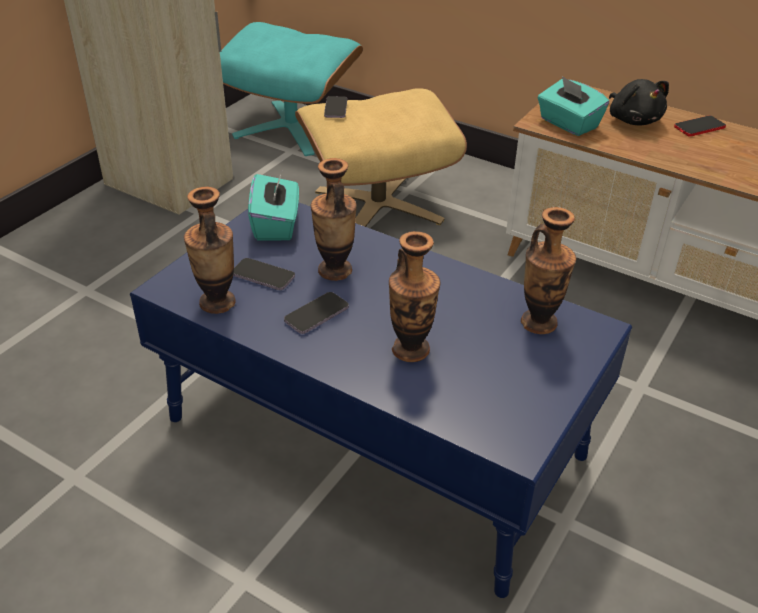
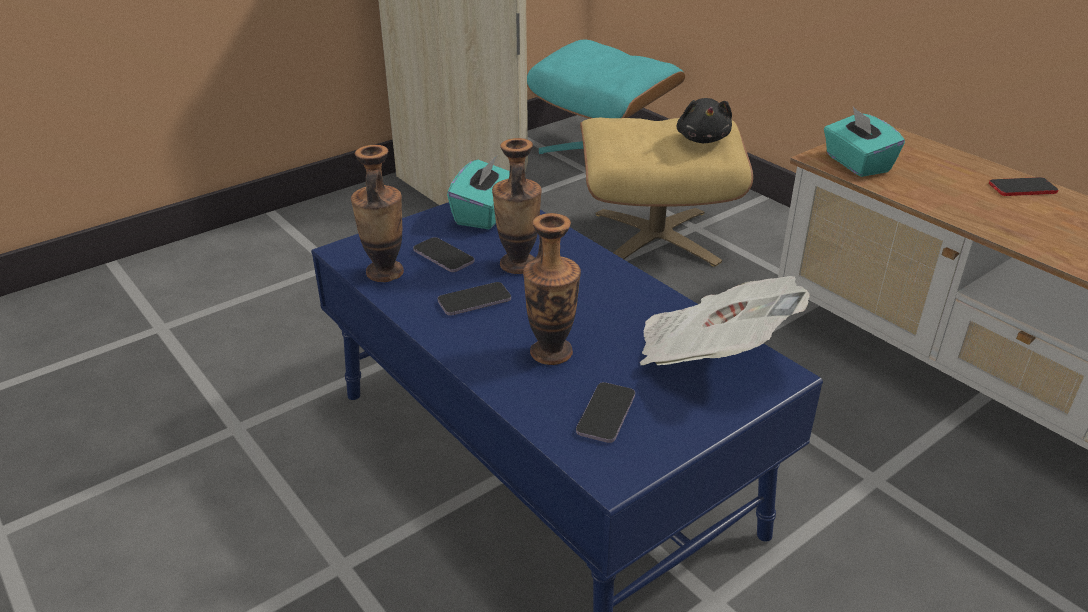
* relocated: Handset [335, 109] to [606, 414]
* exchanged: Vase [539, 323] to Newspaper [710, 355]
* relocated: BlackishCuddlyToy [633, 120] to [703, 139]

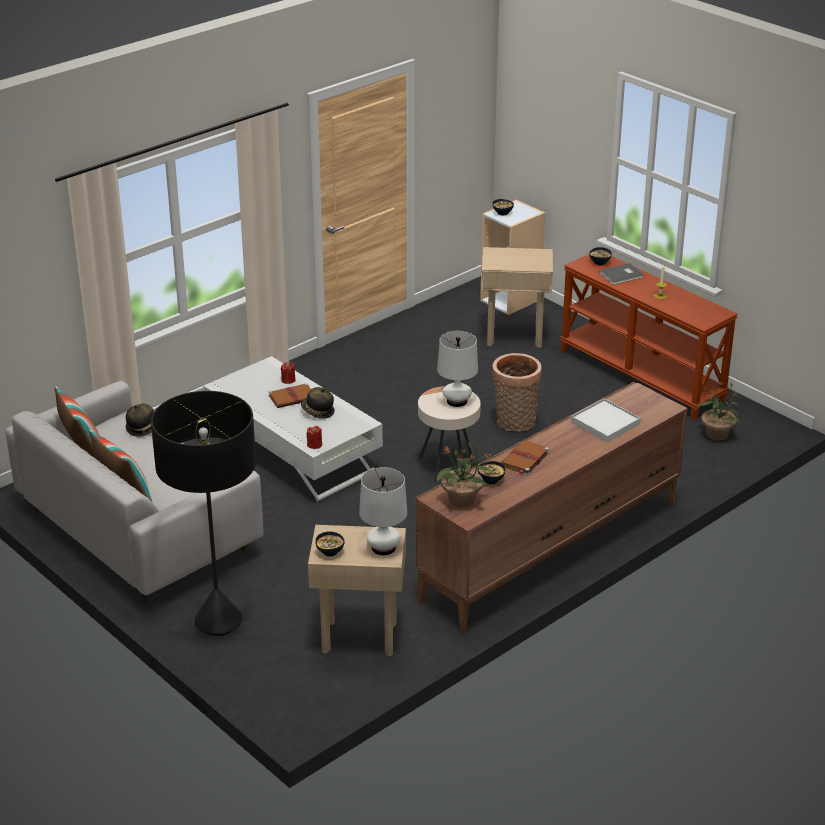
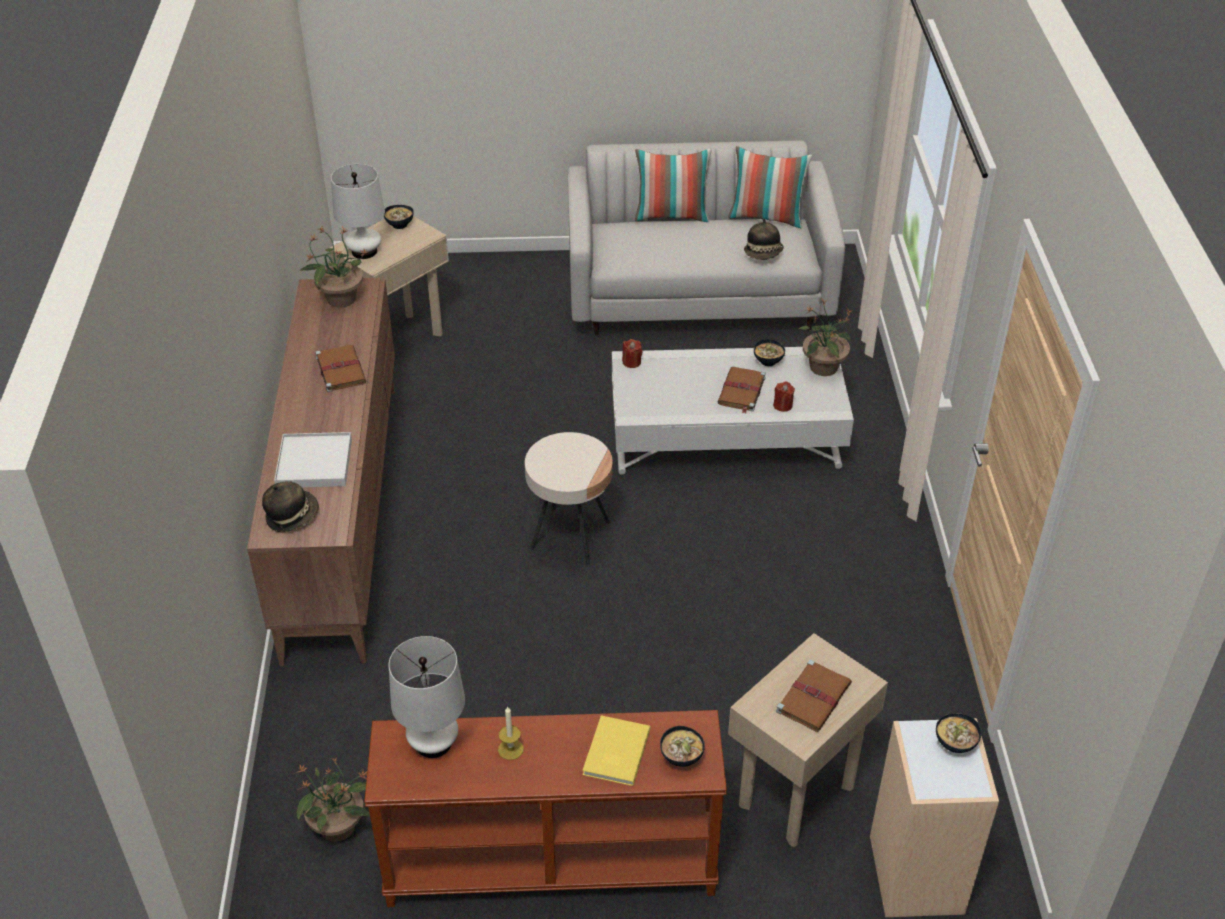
* missing: BlackishStandardLamp [218, 624]
* relocated: ClothingHat [317, 412] to [292, 516]
* relocated: WhitishLampForATable [457, 401] to [433, 743]
* relocated: DeepDish [490, 480] to [768, 361]
* missing: HouseholdBasket [514, 423]
* colour: GreyishBoundBook [622, 275] to YellowishBoundBook [614, 753]
* appeared: BrownishBoundBook [814, 697]
* appeared: PlantInAPot [823, 368]

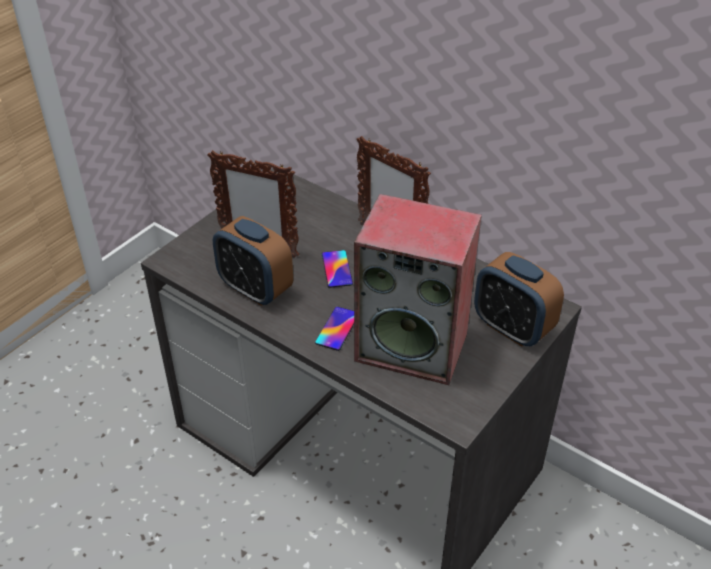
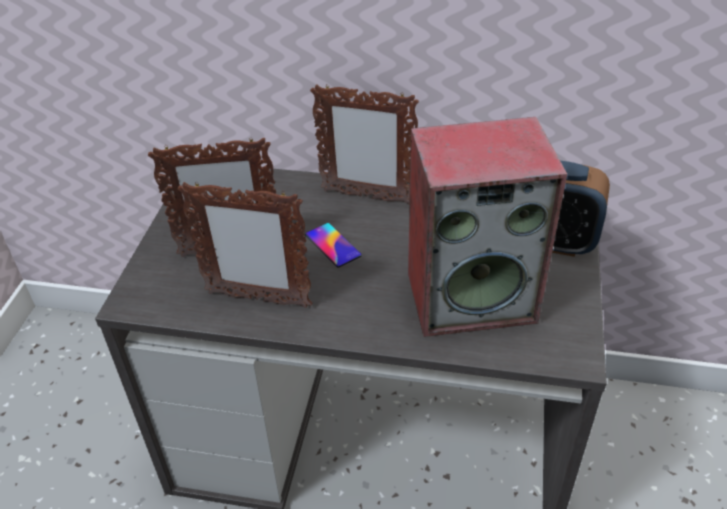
* exchanged: BedsideClock [255, 289] to PhotoFrame [257, 299]
* missing: Handset [337, 328]

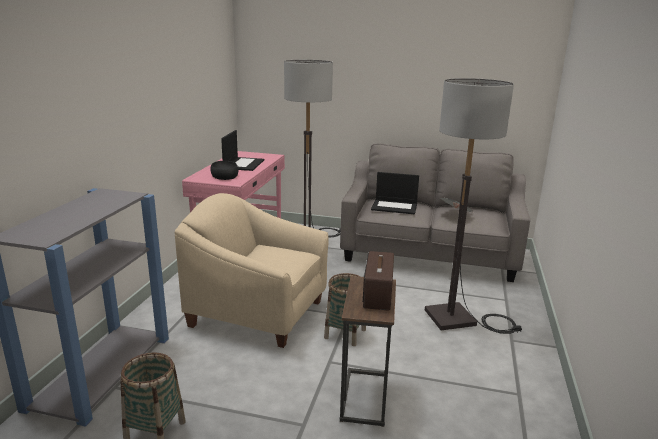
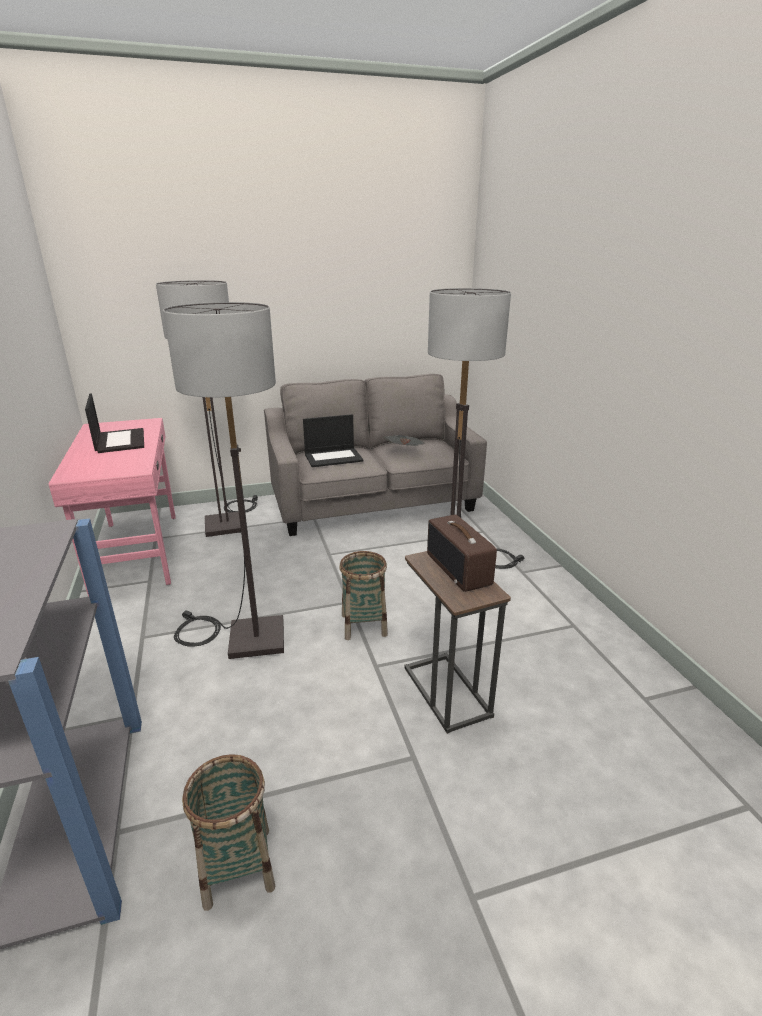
* exchanged: SandColouredLoungeChair [258, 313] to StandardLamp [239, 637]
* missing: BlackishDeepDish [225, 175]

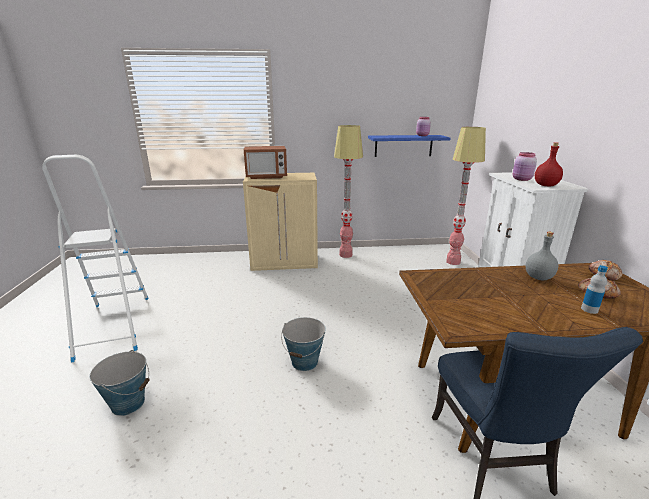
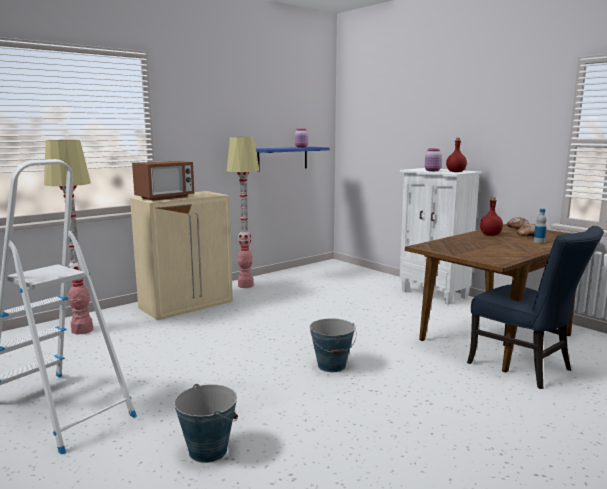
* relocated: StandardLamp [453, 262] to [82, 330]
* colour: GreyishDrinkBottle [539, 278] to RedColouredDrinkBottle [490, 235]

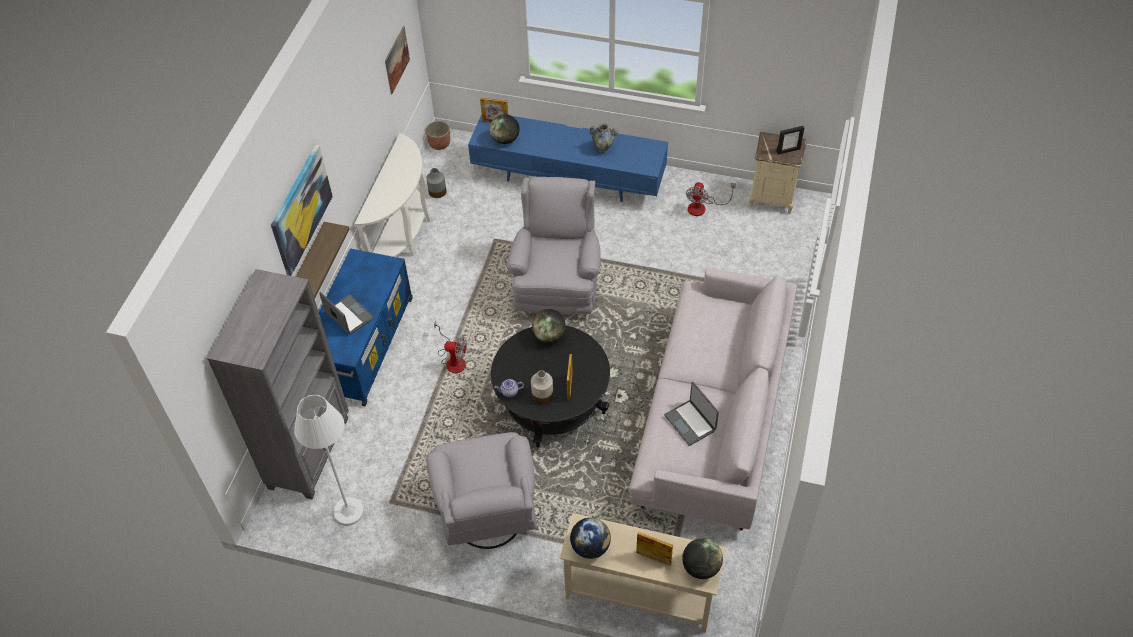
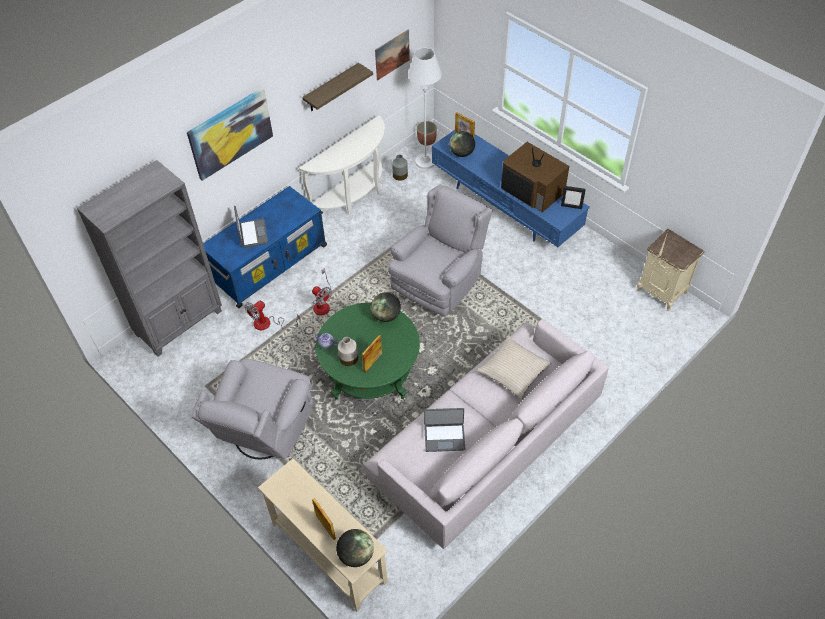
* relocated: WhitishStandardLamp [348, 512] to [425, 162]
* relocated: Shelf [309, 264] to [331, 88]
* colour: BlackishLoungeTable [552, 402] to GreenishLoungeTable [370, 370]
* missing: Globe [590, 547]
* exchanged: Vase [603, 149] to Television [532, 191]
* spun: Laptop [690, 422] = [444, 437] 90 degrees counterclockwise
* relocated: ElectricFan [702, 207] to [268, 324]
* relocated: PhotoFrame [788, 150] to [571, 206]
* appeared: SandColouredThrowPillow [513, 371]

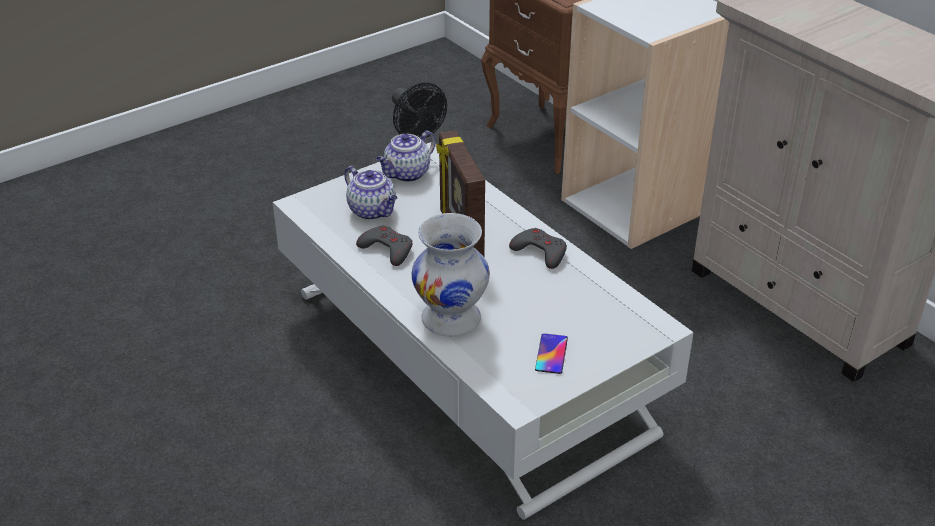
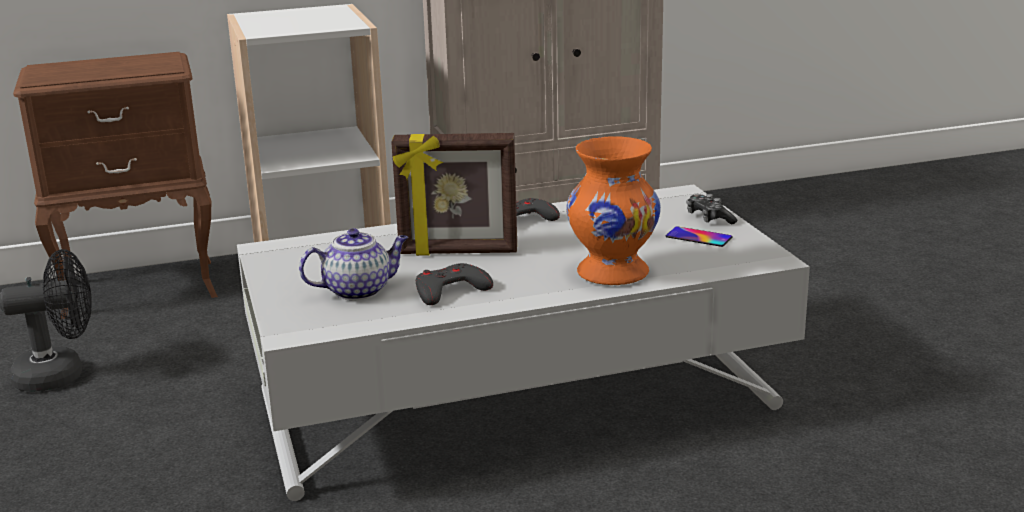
* missing: TeaPot [407, 174]
* colour: WhitishVase [452, 318] to OrangeyVase [613, 272]
* appeared: Joypad [709, 218]

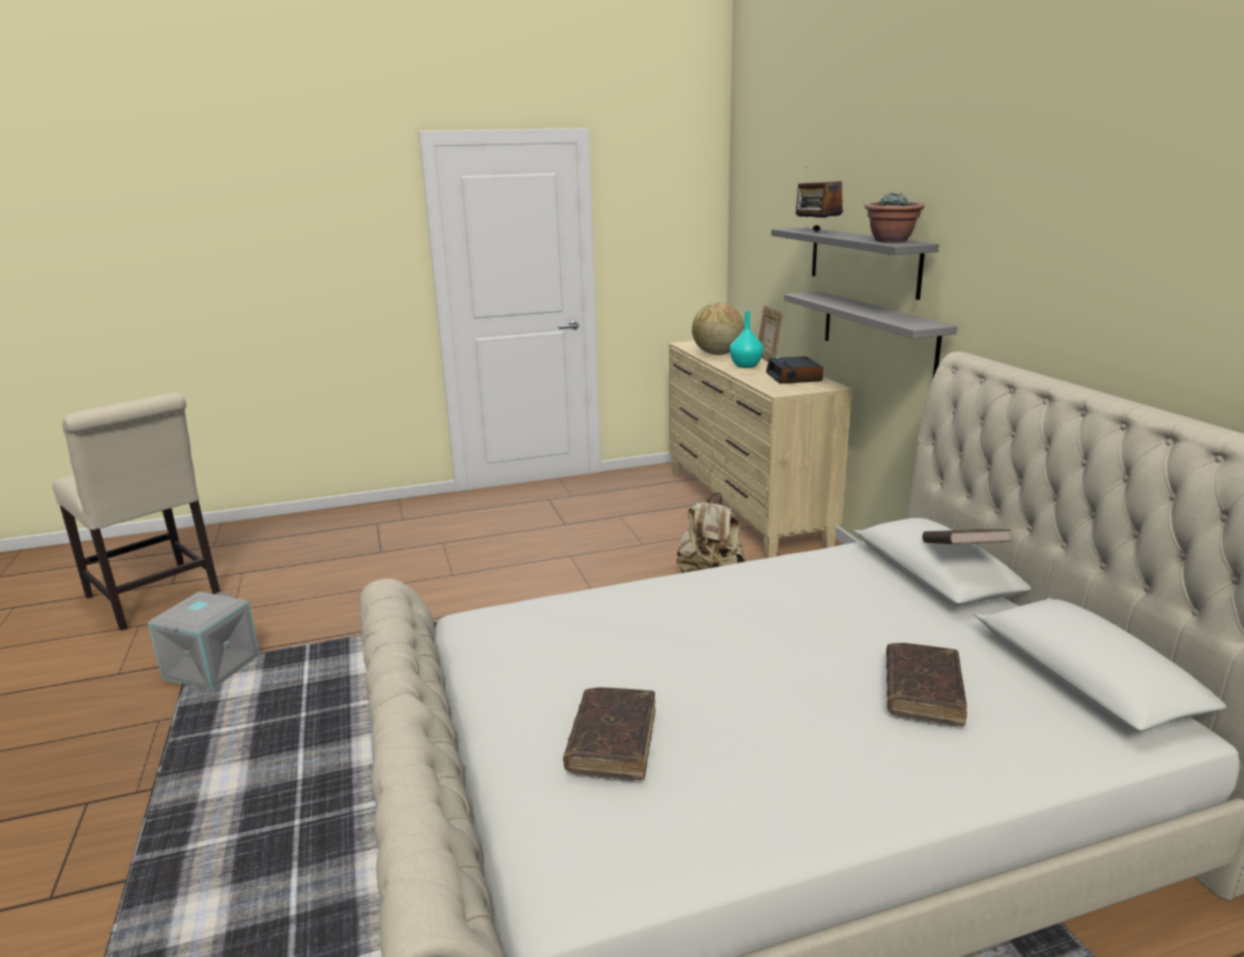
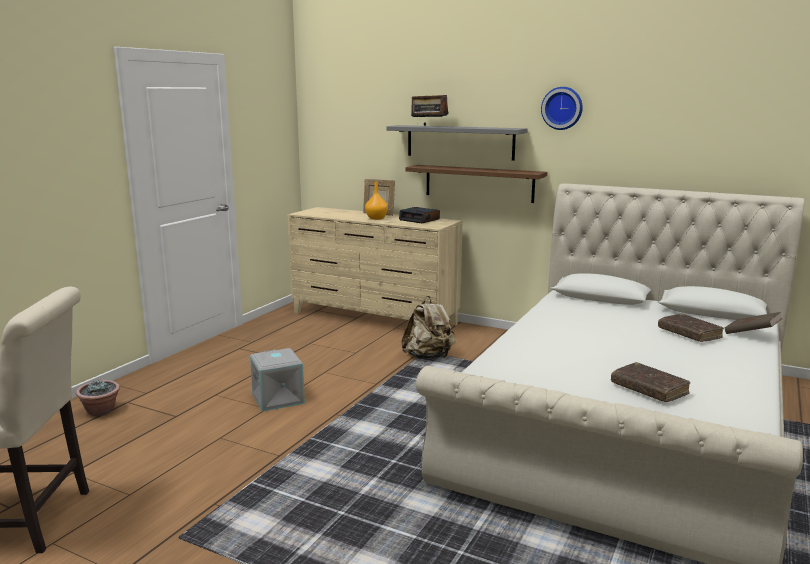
* relocated: GreyishStorageBin [213, 668] to [279, 398]
* missing: Globe [717, 354]
* colour: TurquoiseVase [746, 365] to OrangeyVase [376, 218]
* colour: GreyishShelf [878, 332] to BrownishShelf [478, 183]
* relocated: PlantInAPot [891, 241] to [101, 411]
* relocated: BrownishBoundBook [962, 554] to [751, 334]
* appeared: ClockOnTheWall [562, 108]

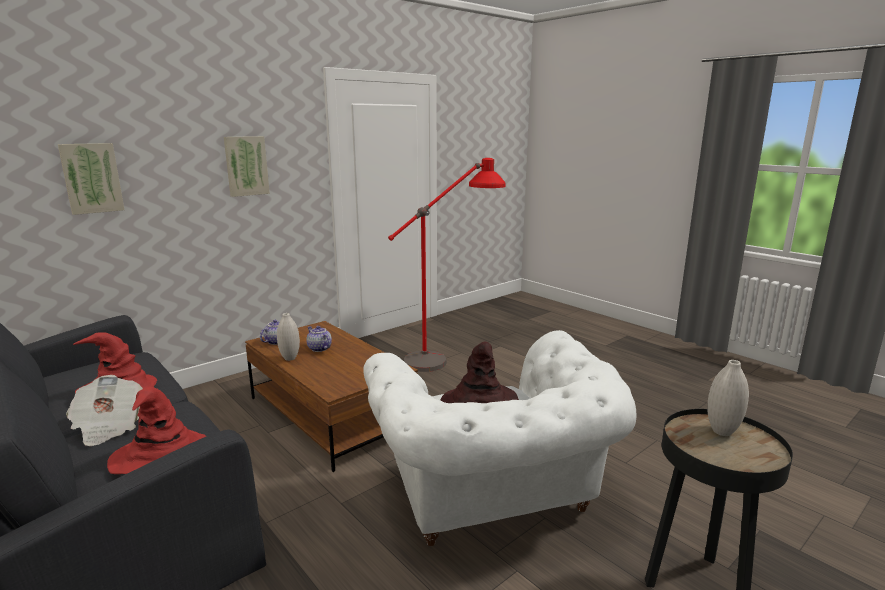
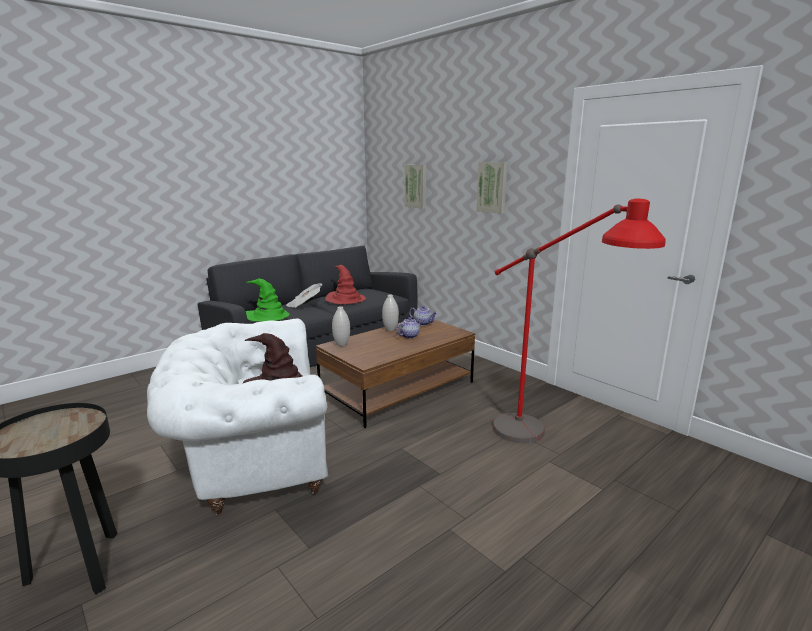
* colour: RedColouredClothingHat [159, 456] to GreenishClothingHat [267, 316]
* relocated: WhitishVase [722, 431] to [341, 344]

